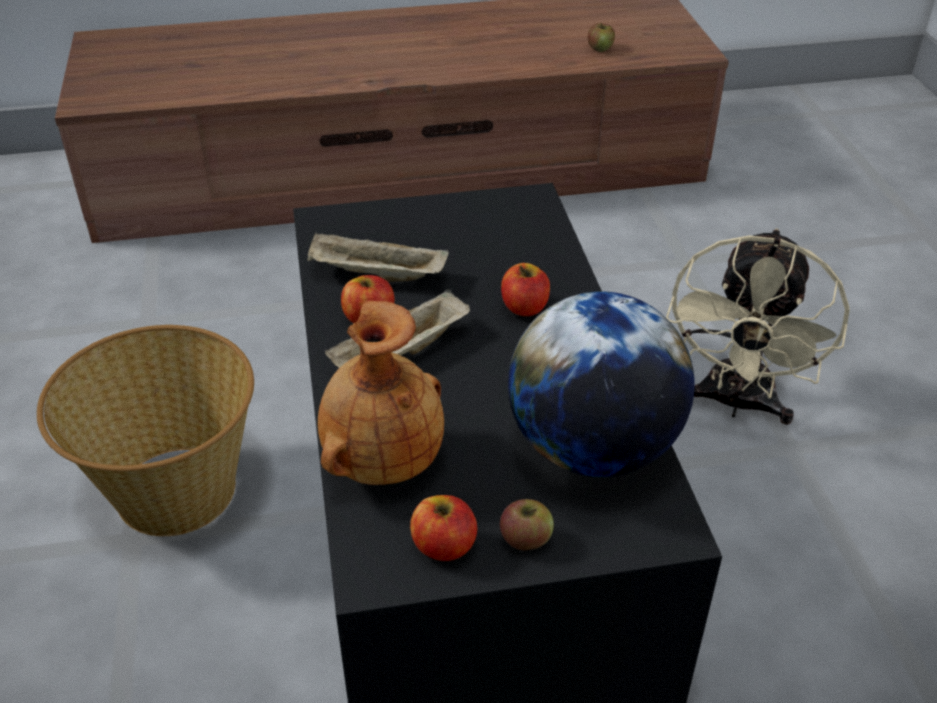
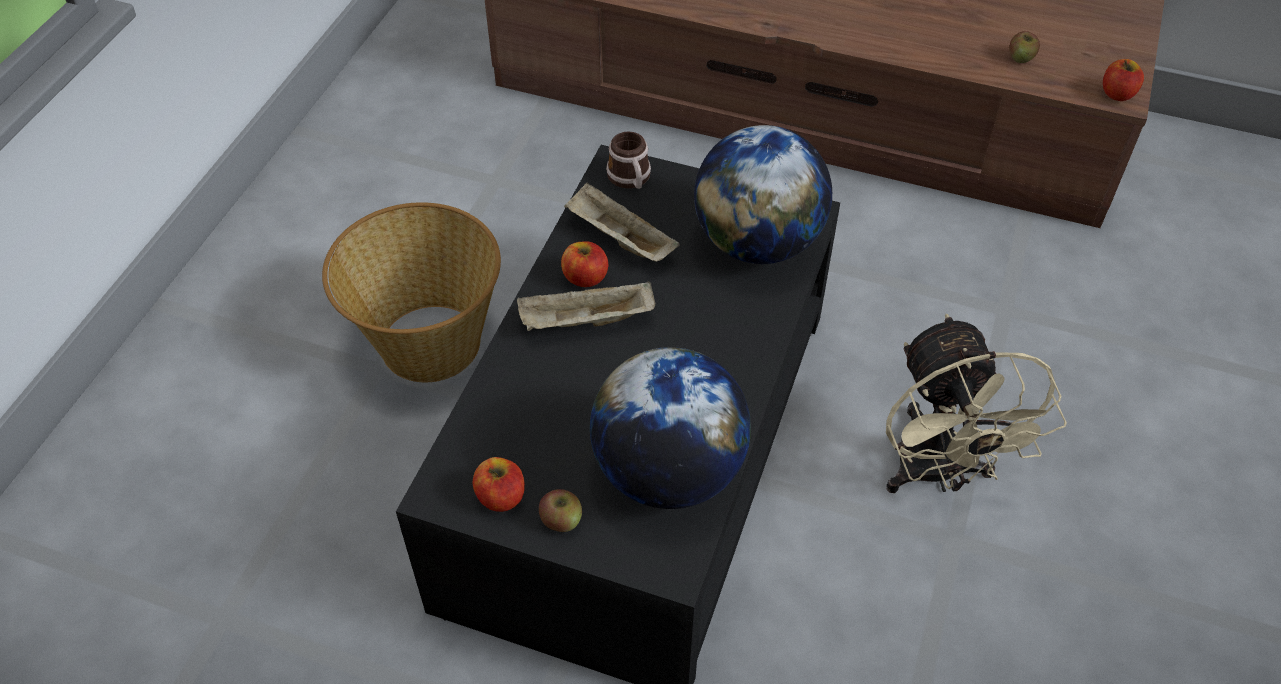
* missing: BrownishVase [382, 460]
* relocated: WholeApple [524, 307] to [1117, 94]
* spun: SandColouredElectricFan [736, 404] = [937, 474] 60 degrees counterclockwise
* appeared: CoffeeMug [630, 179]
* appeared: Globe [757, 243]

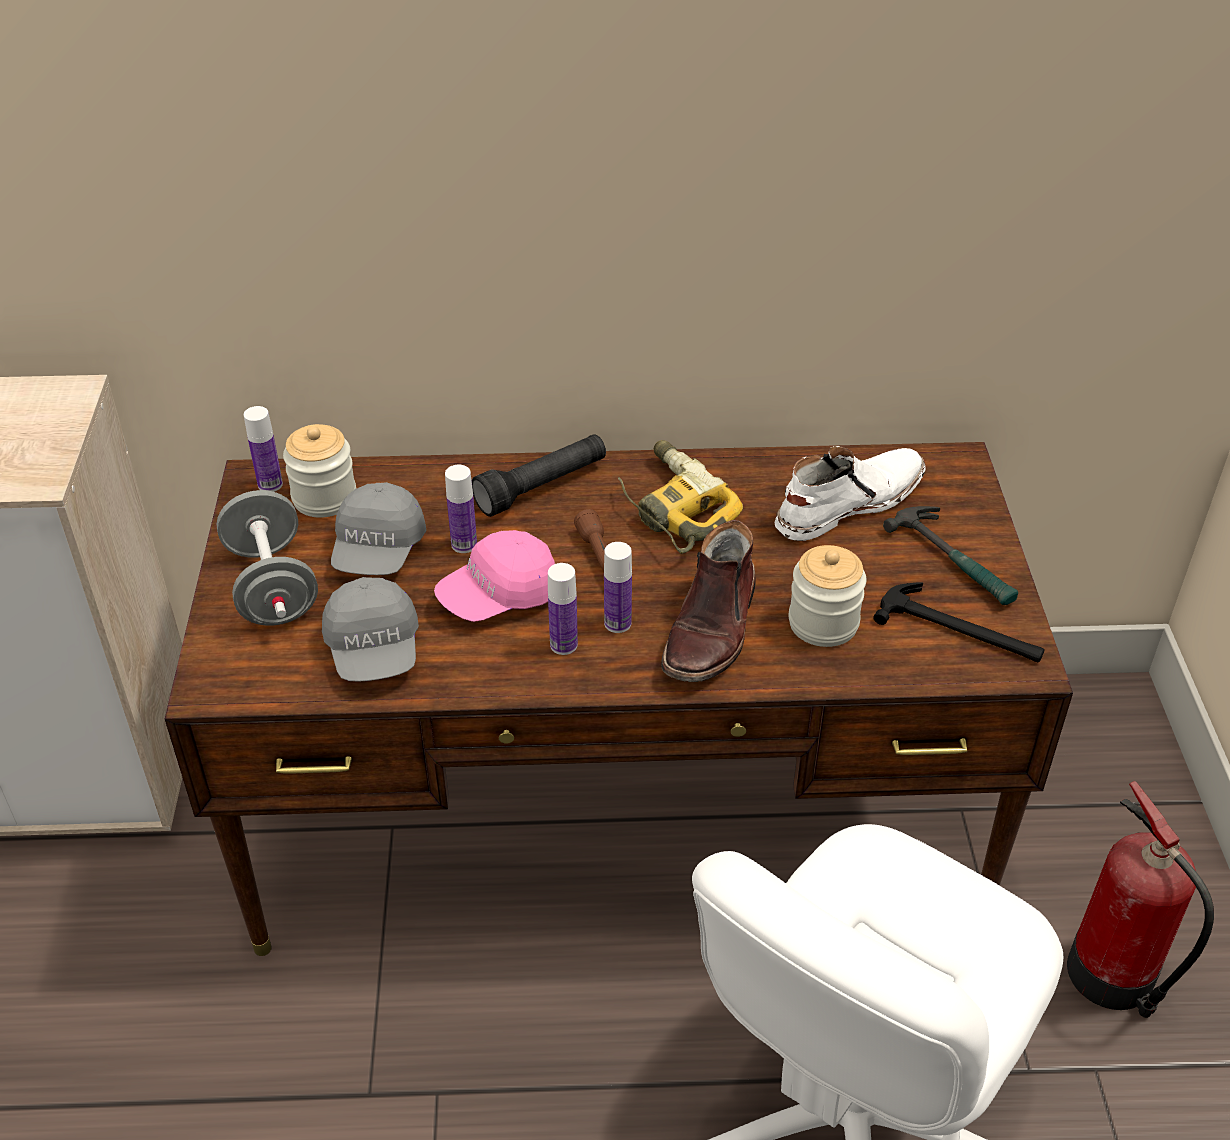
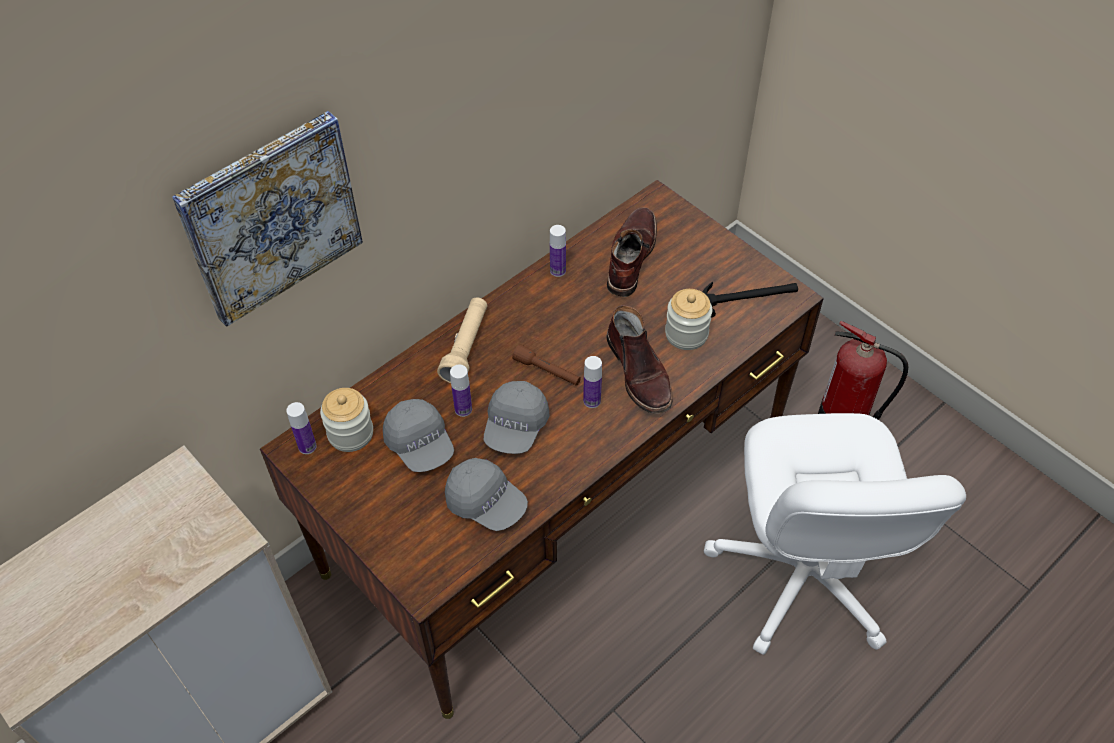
* missing: GreyishDumbbell [272, 586]
* colour: PinkishPeakedCap [498, 596] to GreyishPeakedCap [515, 427]
* colour: BlackishTorch [542, 487] to SandColouredTorch [466, 347]
* relocated: DrinkBottle [563, 645] to [558, 270]
* missing: Drill [672, 508]
* colour: WhitishBoot [847, 503] to BrownishBoot [630, 257]
* missing: ToolHammer [955, 561]
* appeared: WallPicture [271, 217]

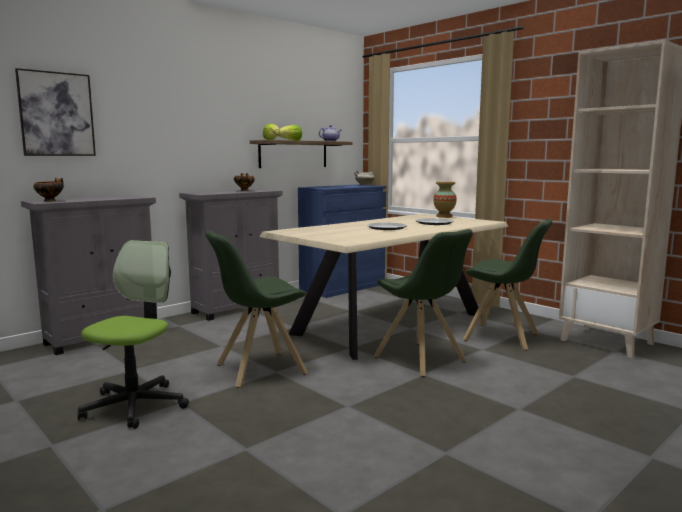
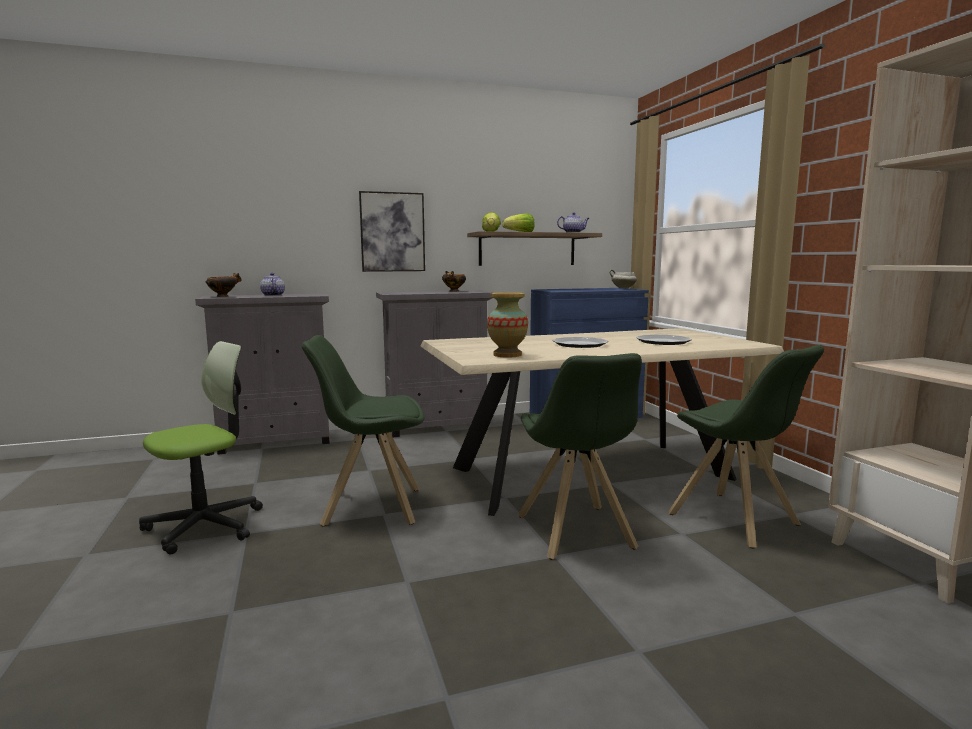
* relocated: WallPicture [56, 114] to [392, 232]
* relocated: Vase [444, 216] to [507, 355]
* appeared: TeaPot [272, 295]

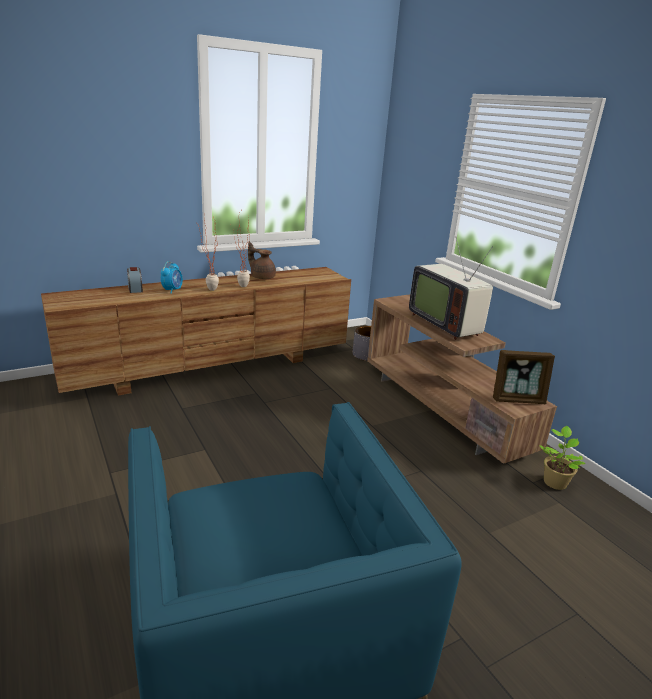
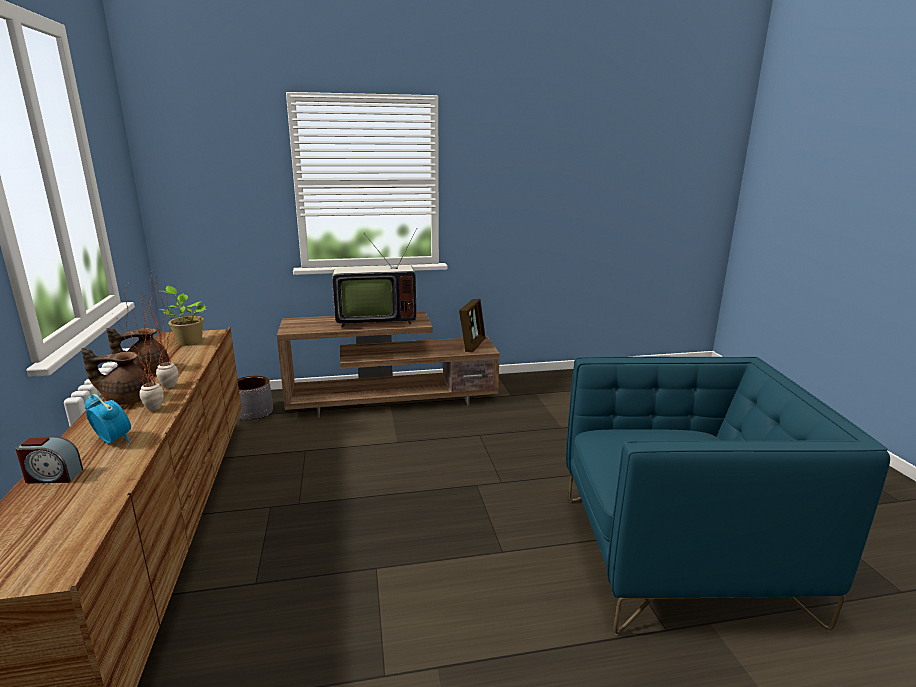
* relocated: PlantInAPot [554, 481] to [188, 341]
* appeared: BrownishTeaPot [127, 399]

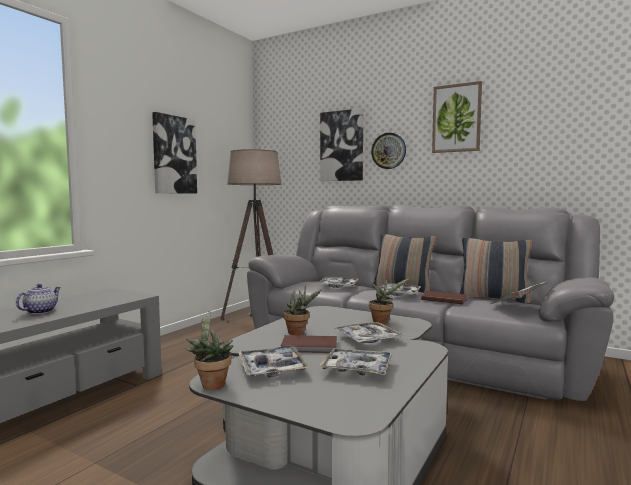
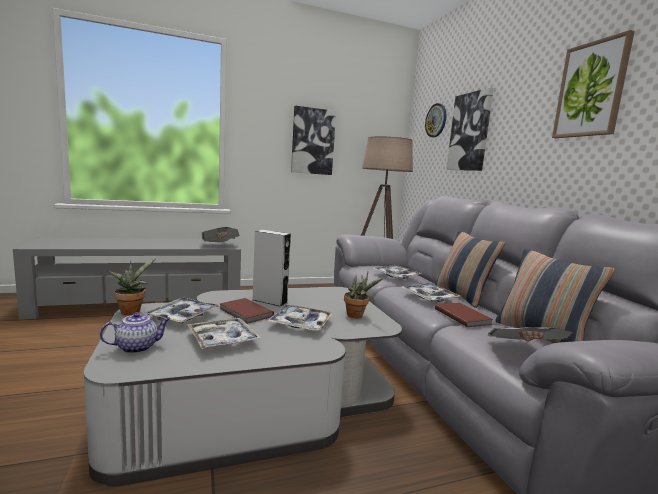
* relocated: TeaPot [40, 311] to [138, 347]
* exchanged: PlantInAPot [299, 333] to GreyishLoudspeaker [269, 301]
* relocated: ClockOnTheWall [388, 151] to [436, 120]
* appeared: Newspaper [220, 245]

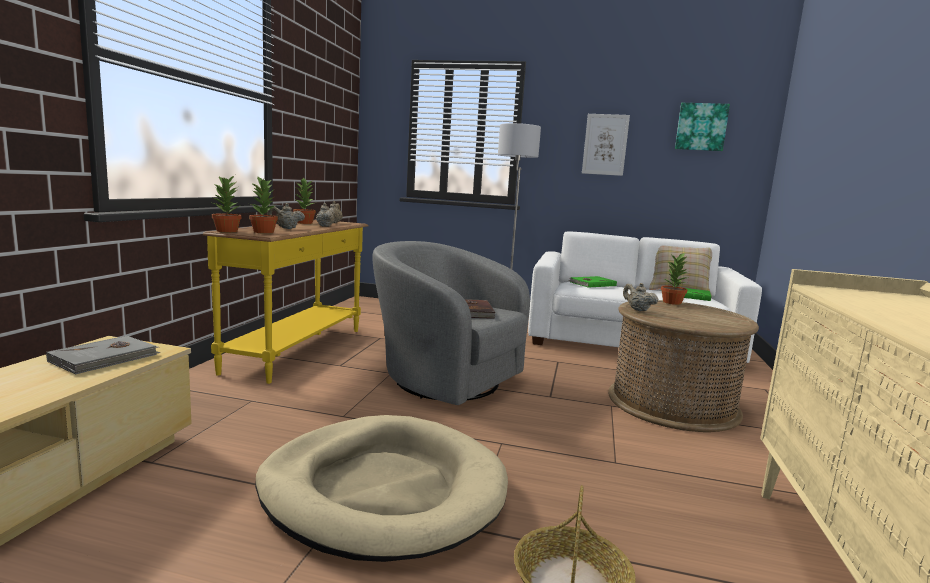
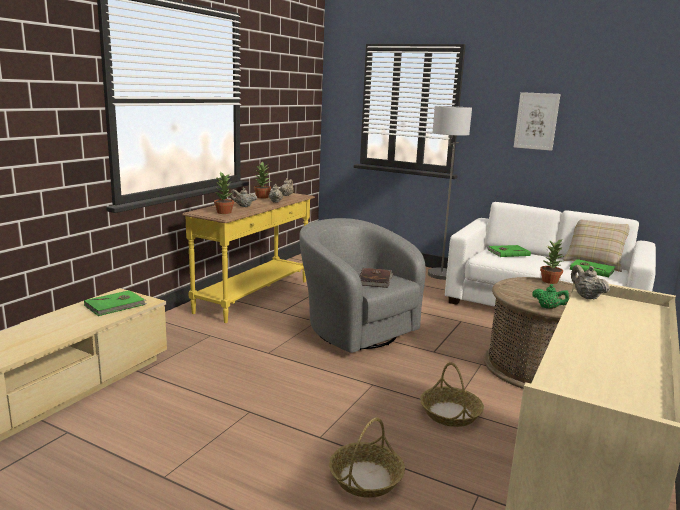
* colour: GreyishBoundBook [105, 358] to GreenishBoundBook [115, 305]
* missing: PlantInAPot [227, 231]
* missing: SandColouredDogBed [383, 490]
* relocated: SandColouredTeaPot [638, 310] to [586, 297]
* missing: WallPicture [701, 127]
* appeared: HouseholdBasket [450, 413]
* appeared: GreenishTeaPot [548, 308]

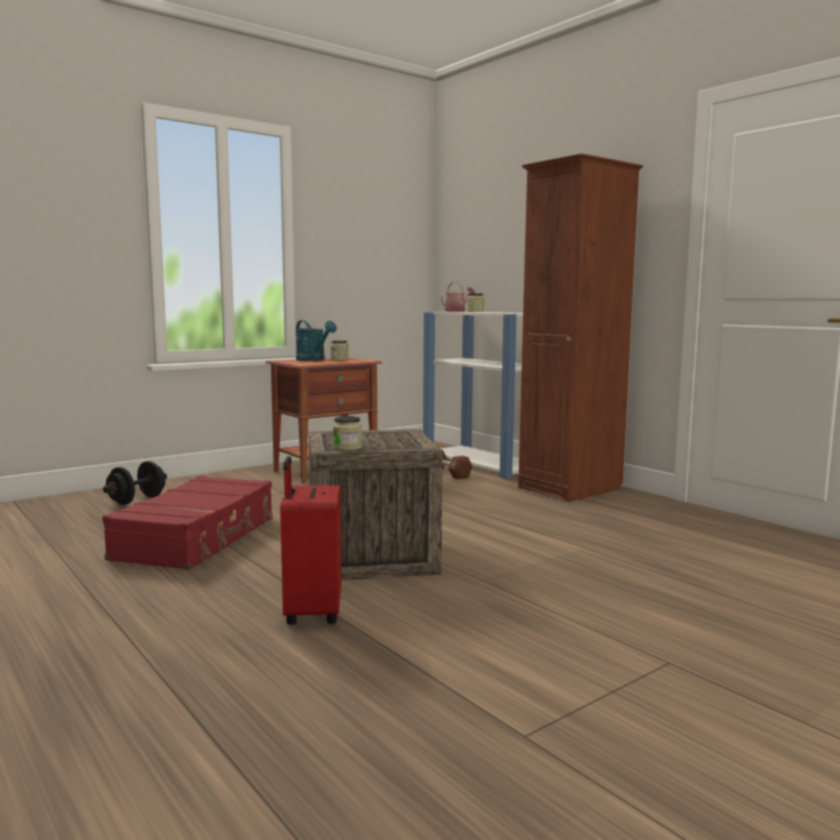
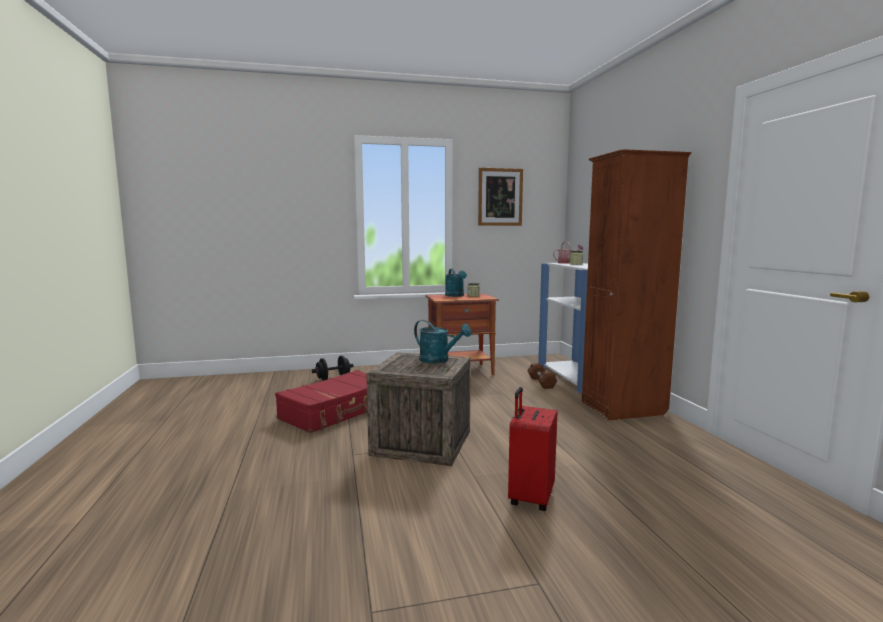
* relocated: RedColouredPieceOfLuggage [311, 612] to [530, 497]
* missing: StorageJar [347, 448]
* appeared: TurquoiseWateringCan [439, 360]
* appeared: WallPicture [500, 197]

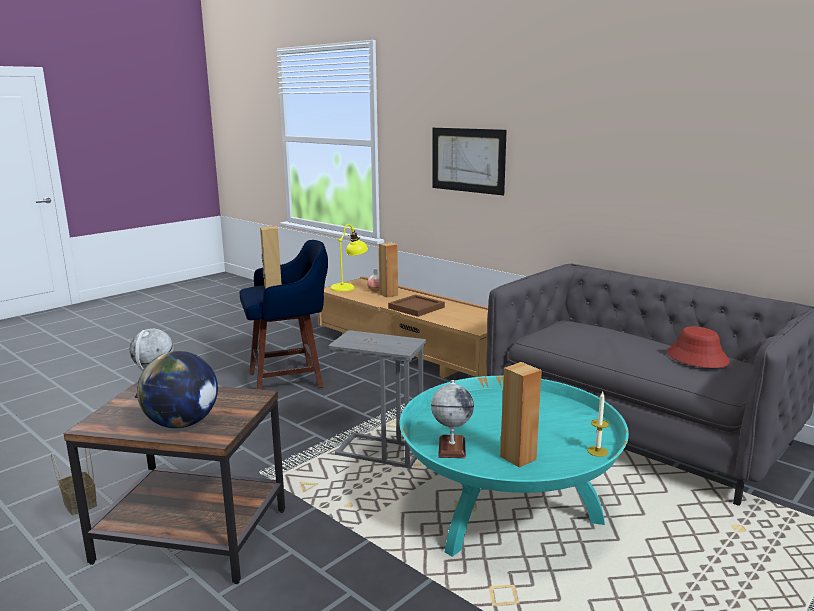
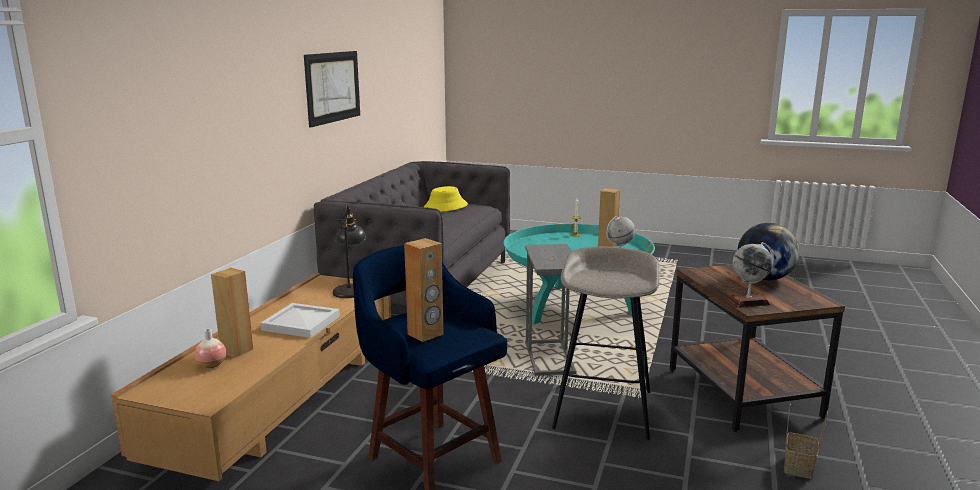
* missing: YellowishLampForATable [349, 285]
* colour: BrownishServingTray [416, 307] to WhitishServingTray [300, 323]
* relocated: WallPicture [467, 160] to [333, 87]
* colour: RedColouredClothingHat [697, 358] to YellowishClothingHat [445, 207]
* appeared: GreyishLampForATable [350, 287]
* appeared: GreyishStool [604, 409]

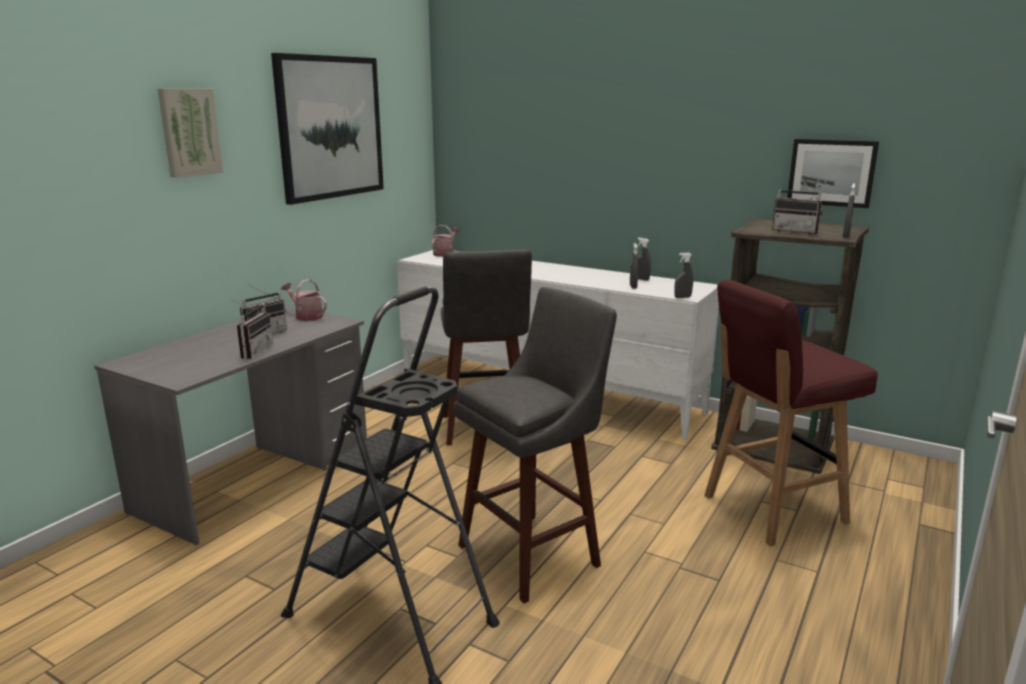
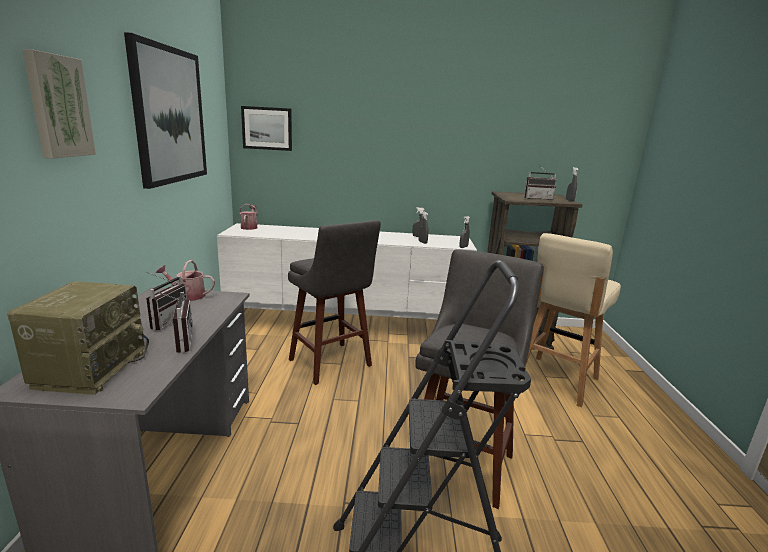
* colour: RedColouredStool [771, 509] to SandColouredStool [555, 381]
* relocated: WallPicture [831, 172] to [267, 128]
* appeared: RadioReceiver [90, 368]

